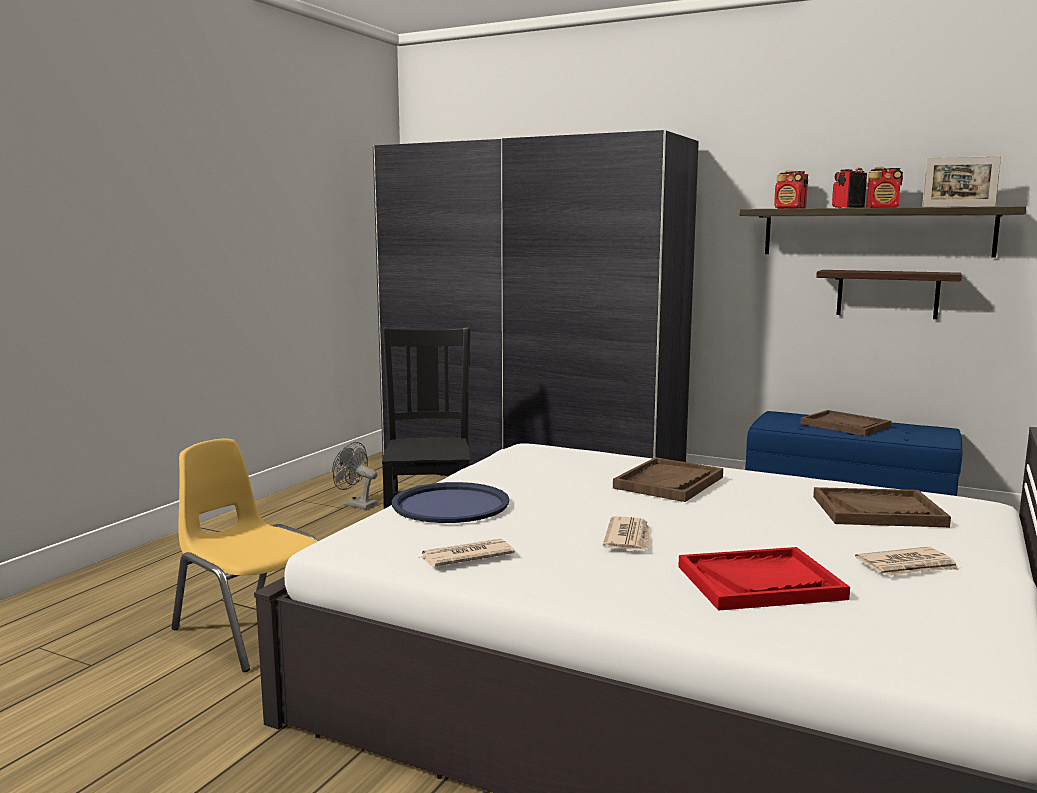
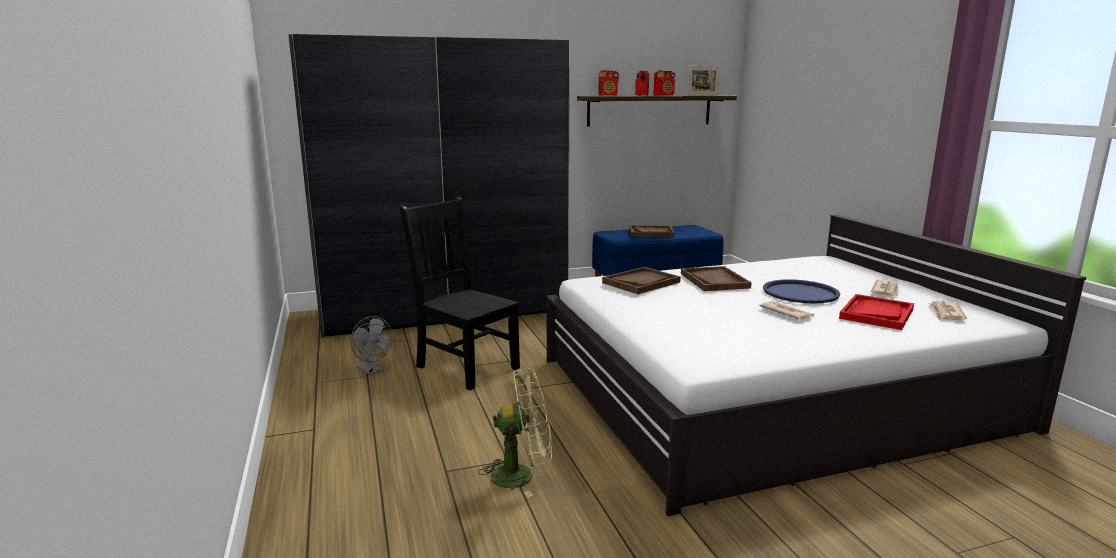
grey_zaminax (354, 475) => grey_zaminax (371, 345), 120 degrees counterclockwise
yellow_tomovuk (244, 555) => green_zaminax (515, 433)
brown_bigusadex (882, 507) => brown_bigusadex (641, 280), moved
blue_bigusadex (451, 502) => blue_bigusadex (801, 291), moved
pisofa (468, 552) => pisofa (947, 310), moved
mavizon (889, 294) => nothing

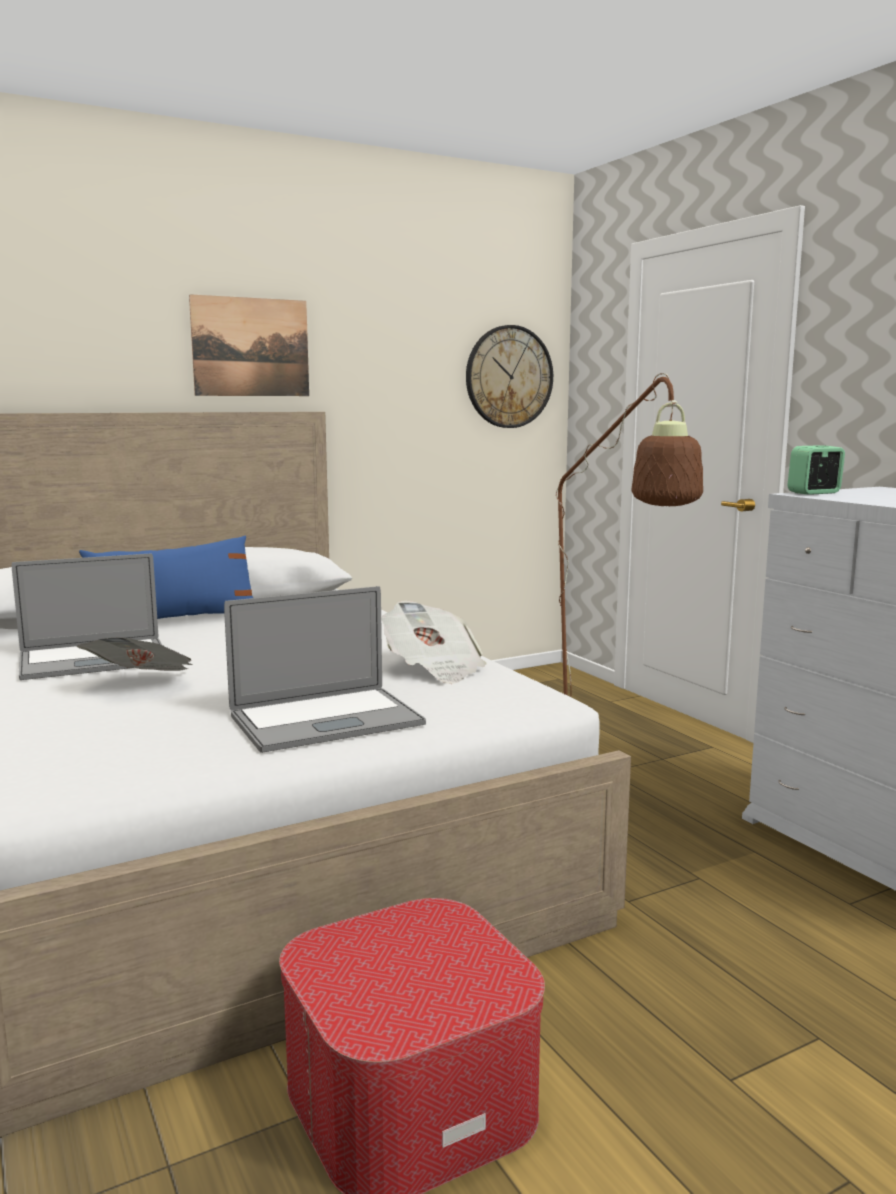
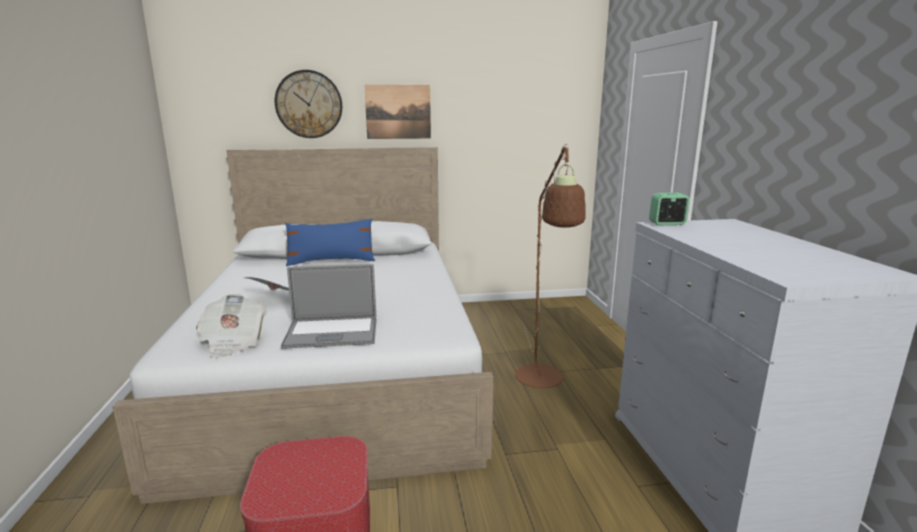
pisofa (433, 642) => pisofa (231, 326), moved
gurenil (509, 376) => gurenil (308, 104), moved
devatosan (87, 616) => nothing

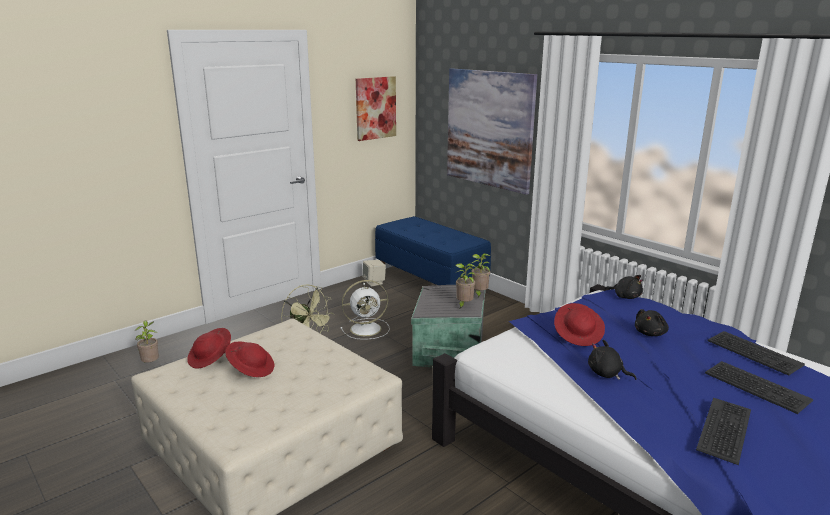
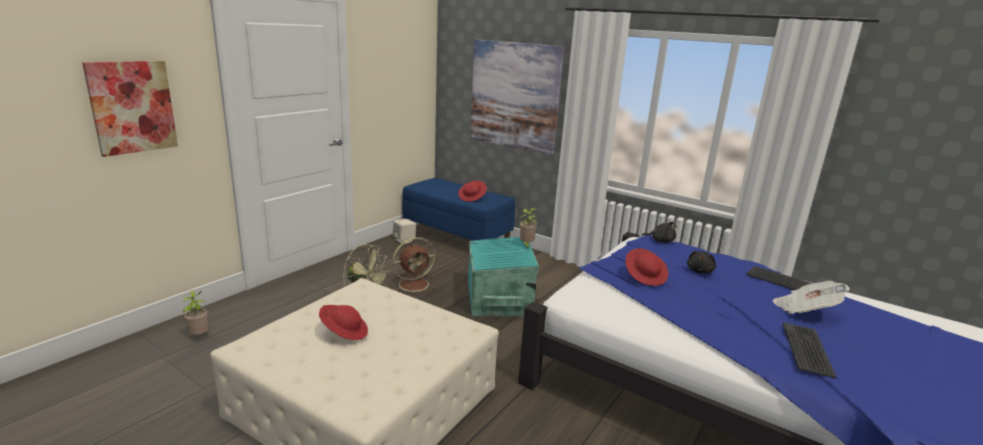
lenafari (376, 108) => lenafari (130, 109), moved
white_zaminax (365, 310) => brown_zaminax (413, 266)
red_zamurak (209, 348) => red_zamurak (472, 191), moved
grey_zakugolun (448, 326) => turquoise_zakugolun (503, 276)
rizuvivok (759, 387) => pisofa (811, 297)
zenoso (465, 285) => nothing
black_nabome (612, 359) => nothing

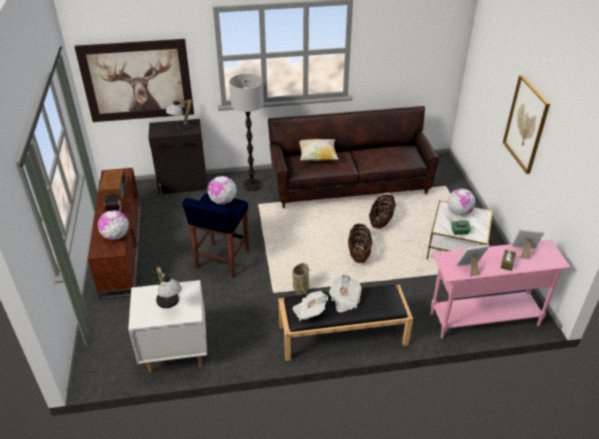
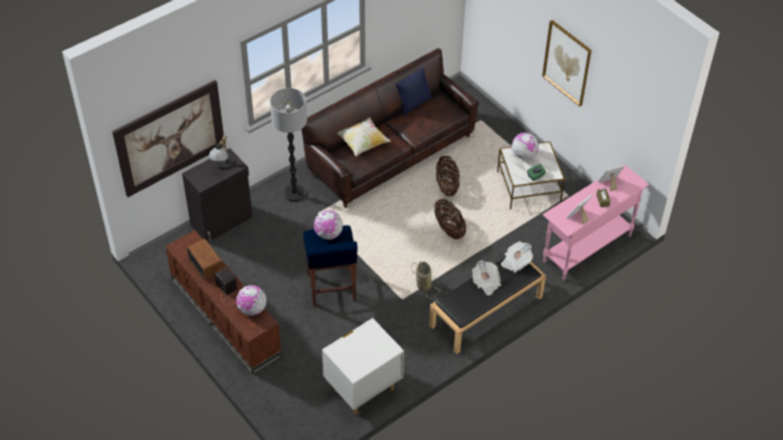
nothing => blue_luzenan (413, 91)
pisofa (310, 306) => pisofa (517, 257), moved
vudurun (169, 287) => nothing

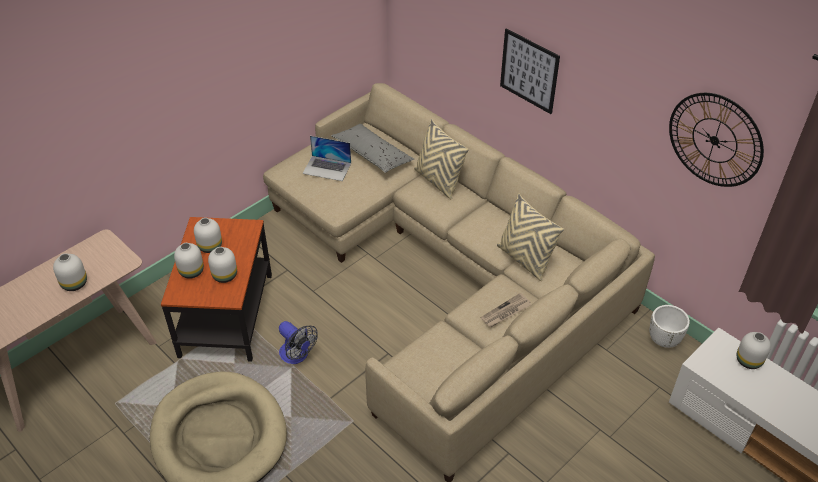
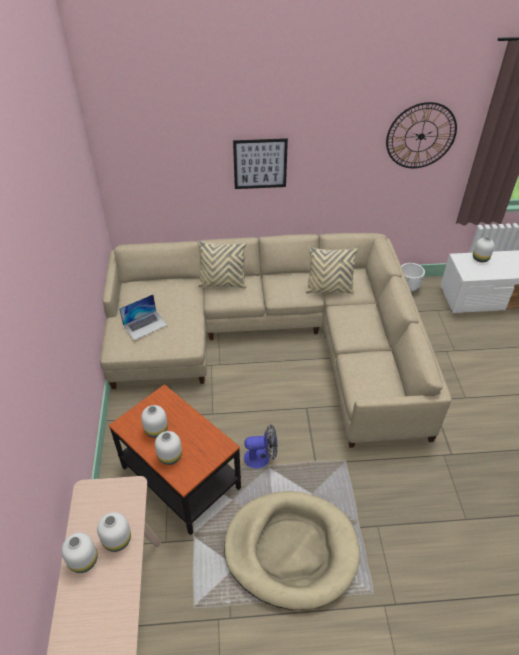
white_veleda (222, 265) => white_veleda (79, 553), moved
grey_luzenan (372, 148) => nothing
pisofa (505, 310) => nothing

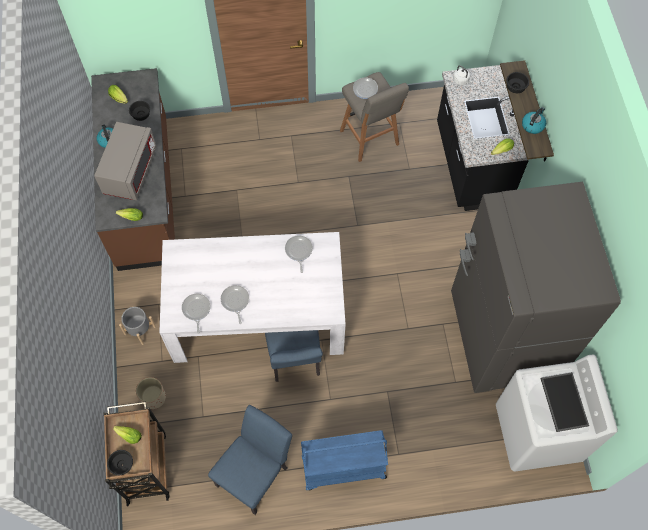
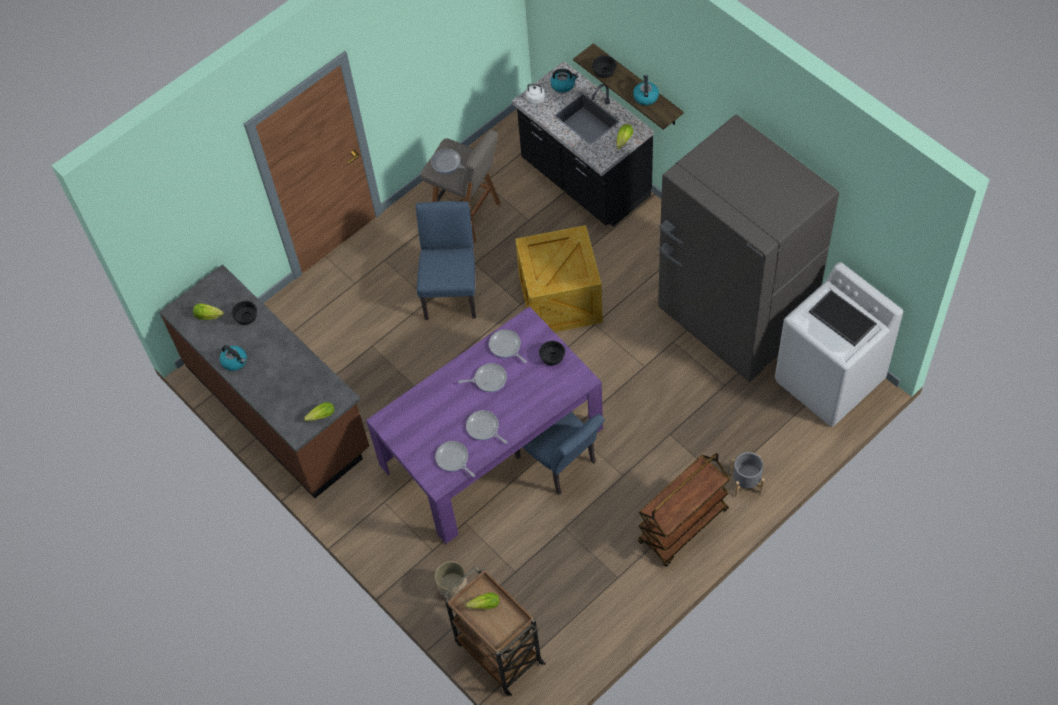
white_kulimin (252, 297) => purple_kulimin (484, 425)
blue_tomovuk (250, 460) => blue_tomovuk (446, 260), moved
nothing => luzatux (482, 377)
nothing => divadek (559, 278)
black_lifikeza (120, 463) => black_lifikeza (552, 353), moved
nothing => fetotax (564, 81)
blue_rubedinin (344, 460) => brown_rubedinin (684, 510)
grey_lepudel (137, 326) => grey_lepudel (747, 474), moved
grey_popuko (125, 161) => nothing

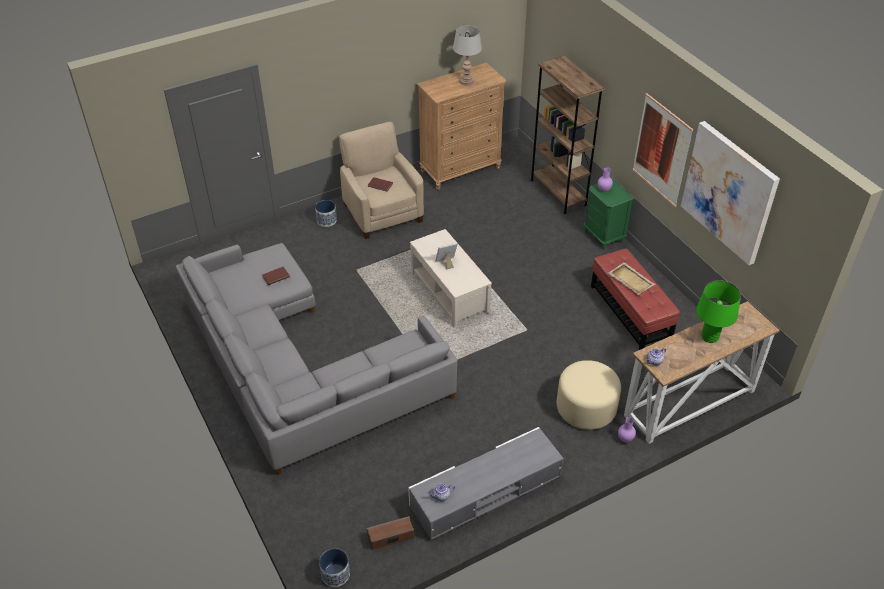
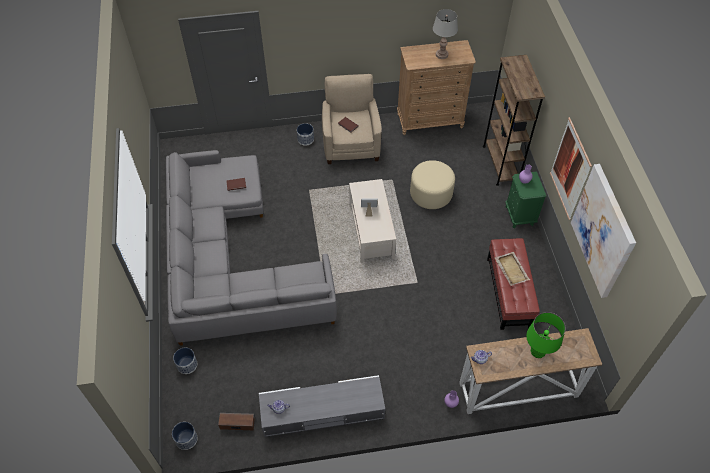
nothing => lepudel (185, 361)
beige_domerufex (589, 395) => beige_domerufex (432, 184), moved

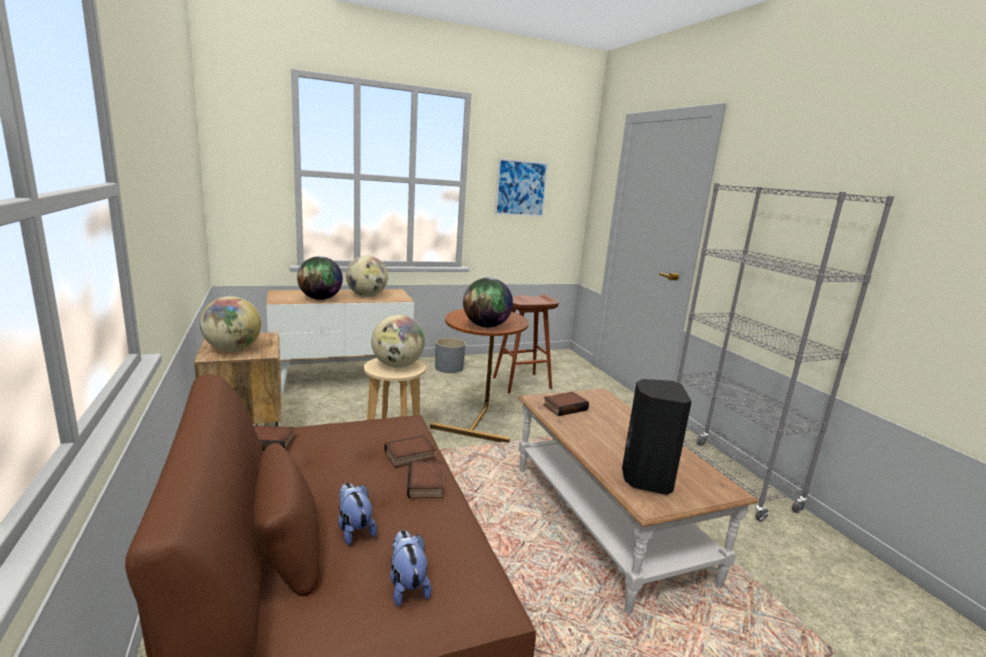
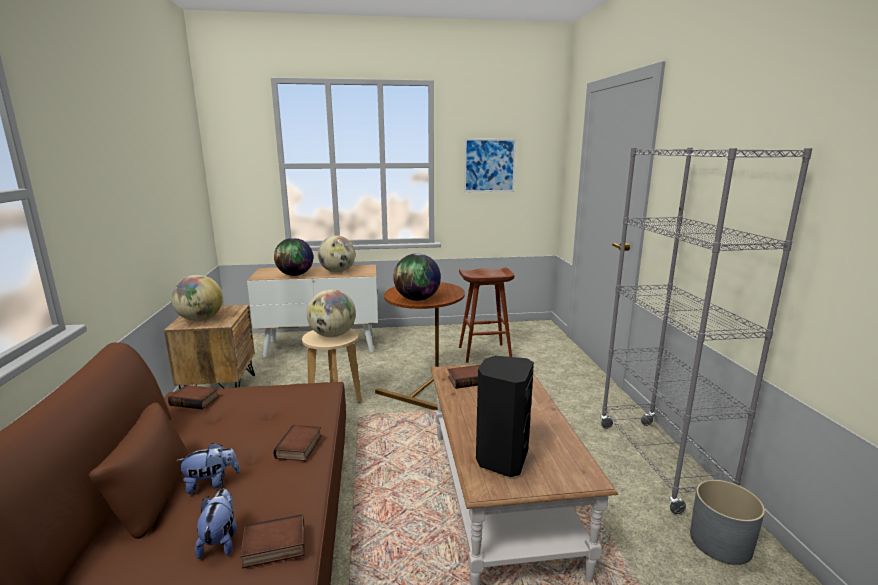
nabome (357, 513) => nabome (208, 468), 90 degrees clockwise
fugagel (410, 451) => fugagel (272, 541), moved
grey_lepudel (450, 355) => grey_lepudel (727, 522), moved

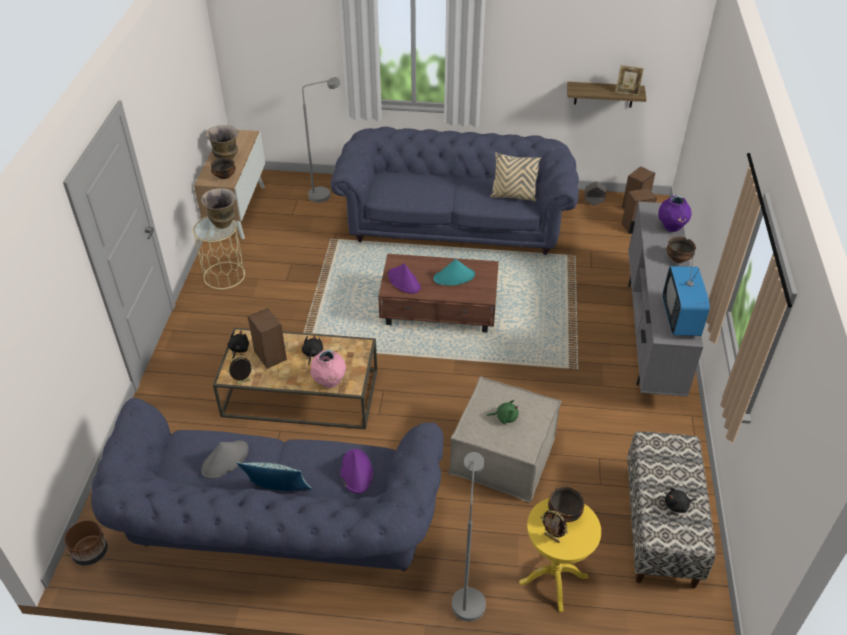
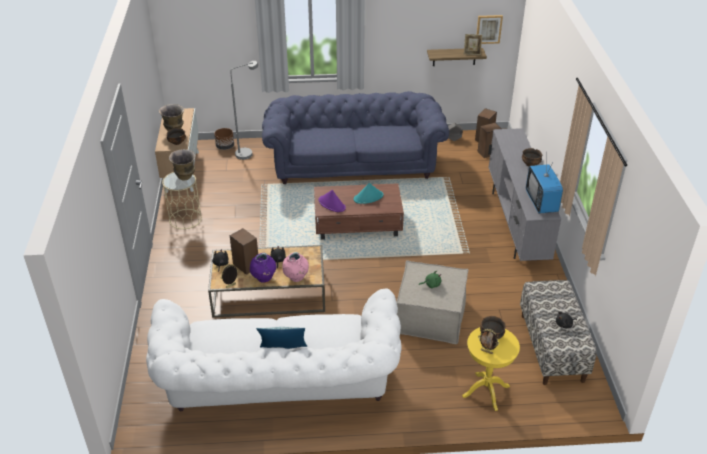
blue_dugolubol (267, 484) => white_dugolubol (273, 349)
brown_lepudel (86, 543) => brown_lepudel (224, 139), moved
purple_veleda (675, 213) => purple_veleda (263, 268), moved
nothing => lenafari (490, 29)
grey_zamurak (225, 459) => nothing
purple_zamurak (356, 471) => nothing
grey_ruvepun (469, 536) => nothing
beige_luzenan (515, 176) => nothing

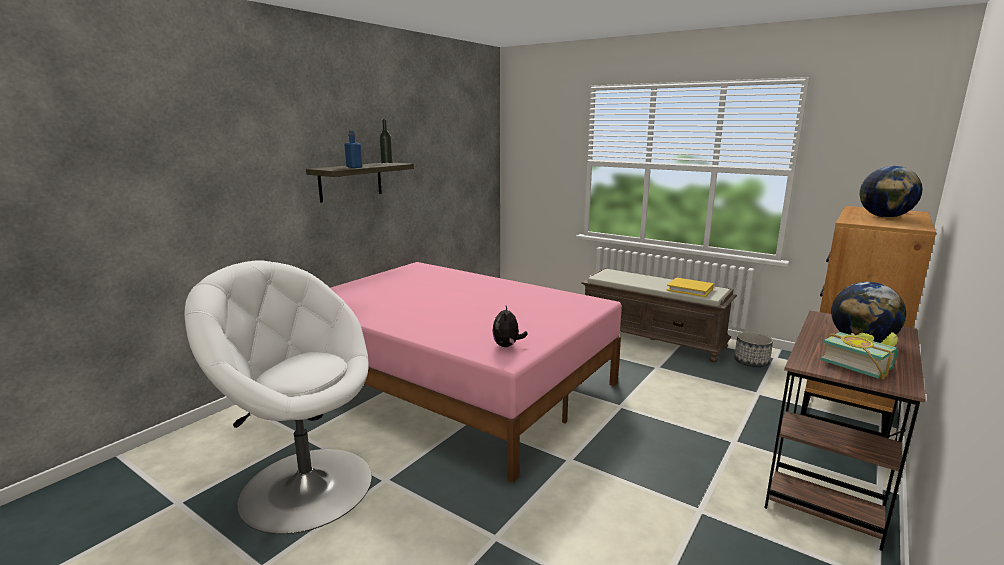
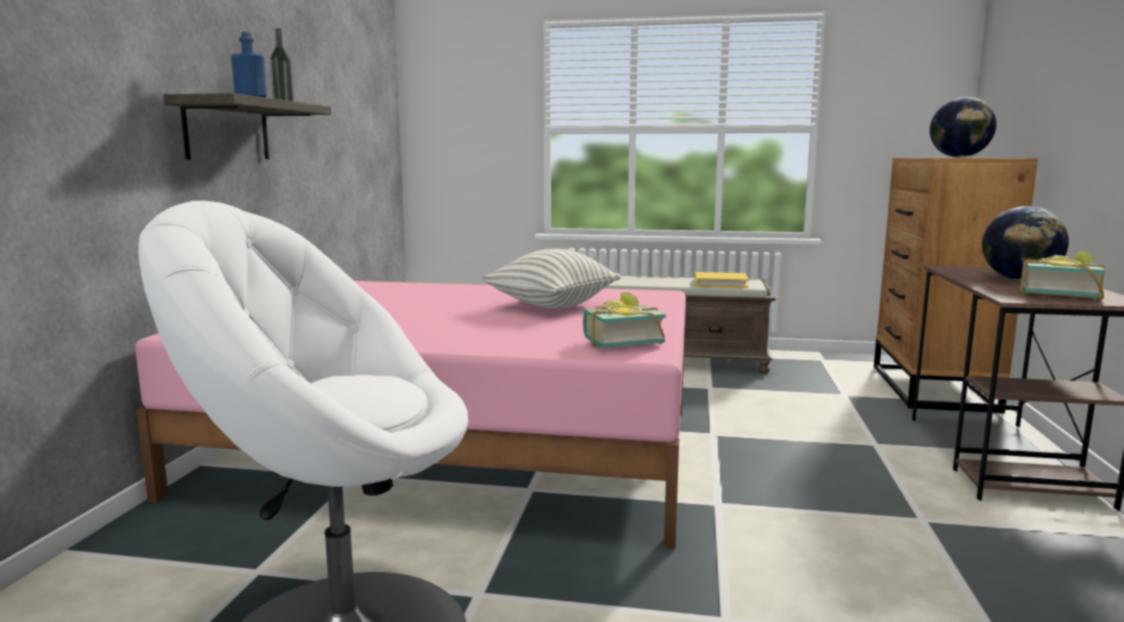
nothing => luzenan (551, 279)
nabome (510, 326) => fugagel (624, 320)
lepudel (753, 349) => nothing

